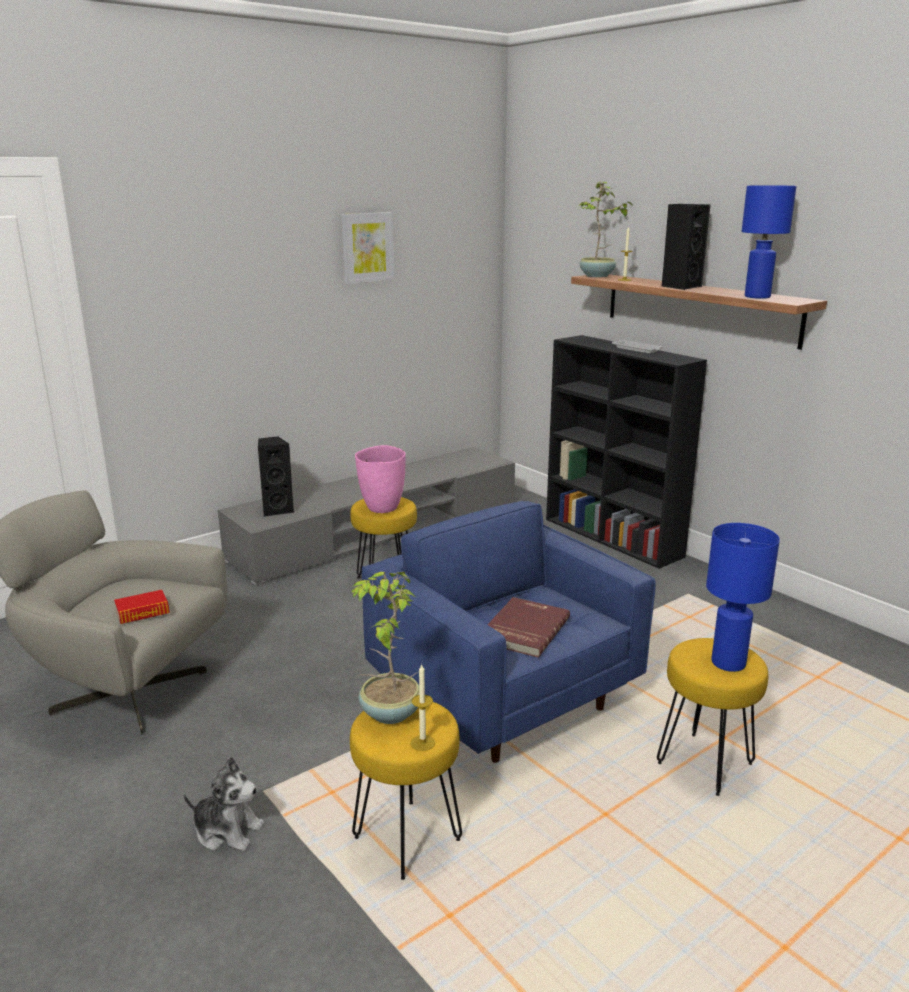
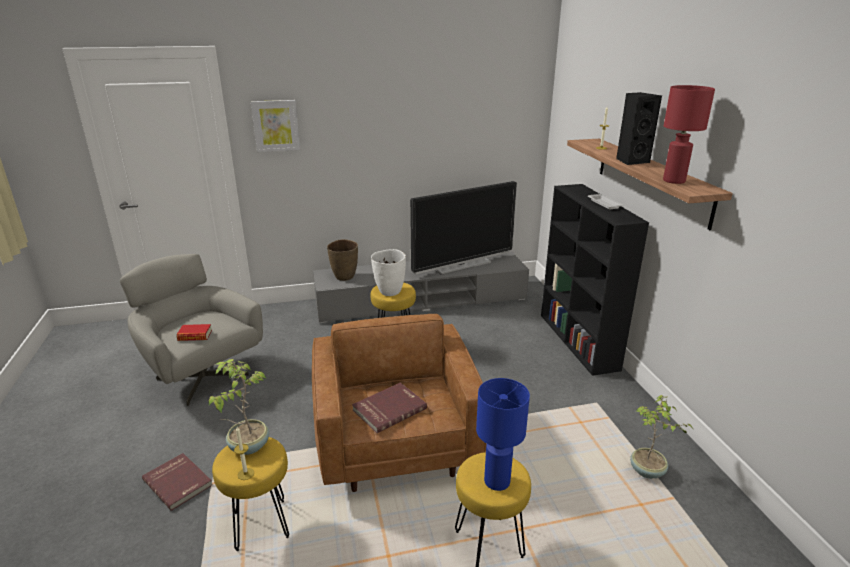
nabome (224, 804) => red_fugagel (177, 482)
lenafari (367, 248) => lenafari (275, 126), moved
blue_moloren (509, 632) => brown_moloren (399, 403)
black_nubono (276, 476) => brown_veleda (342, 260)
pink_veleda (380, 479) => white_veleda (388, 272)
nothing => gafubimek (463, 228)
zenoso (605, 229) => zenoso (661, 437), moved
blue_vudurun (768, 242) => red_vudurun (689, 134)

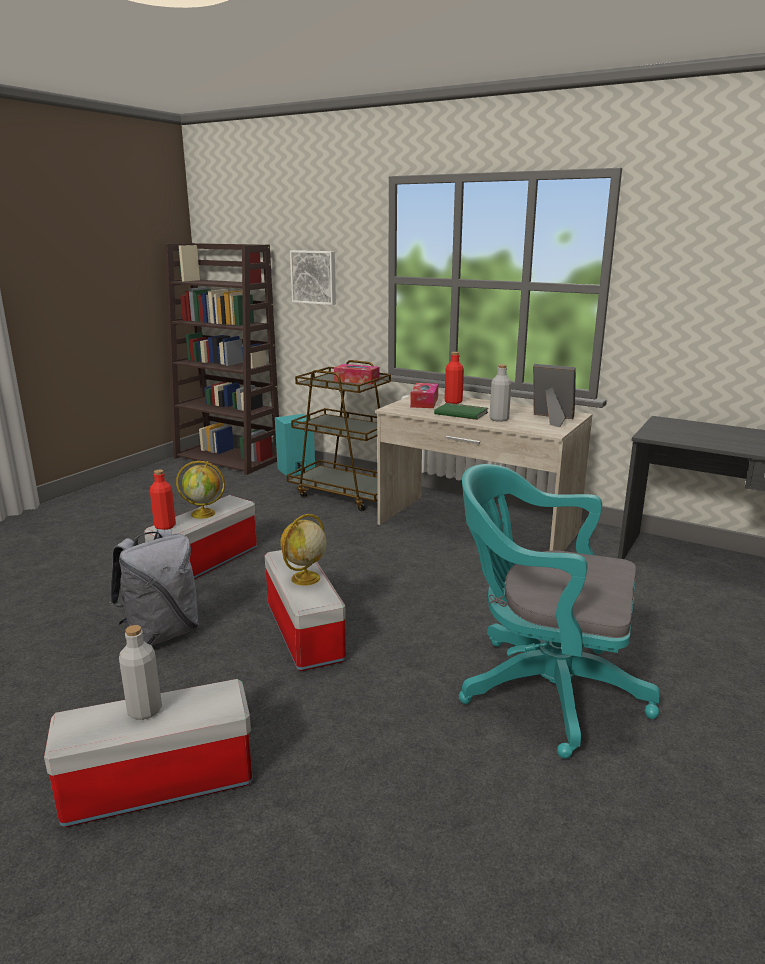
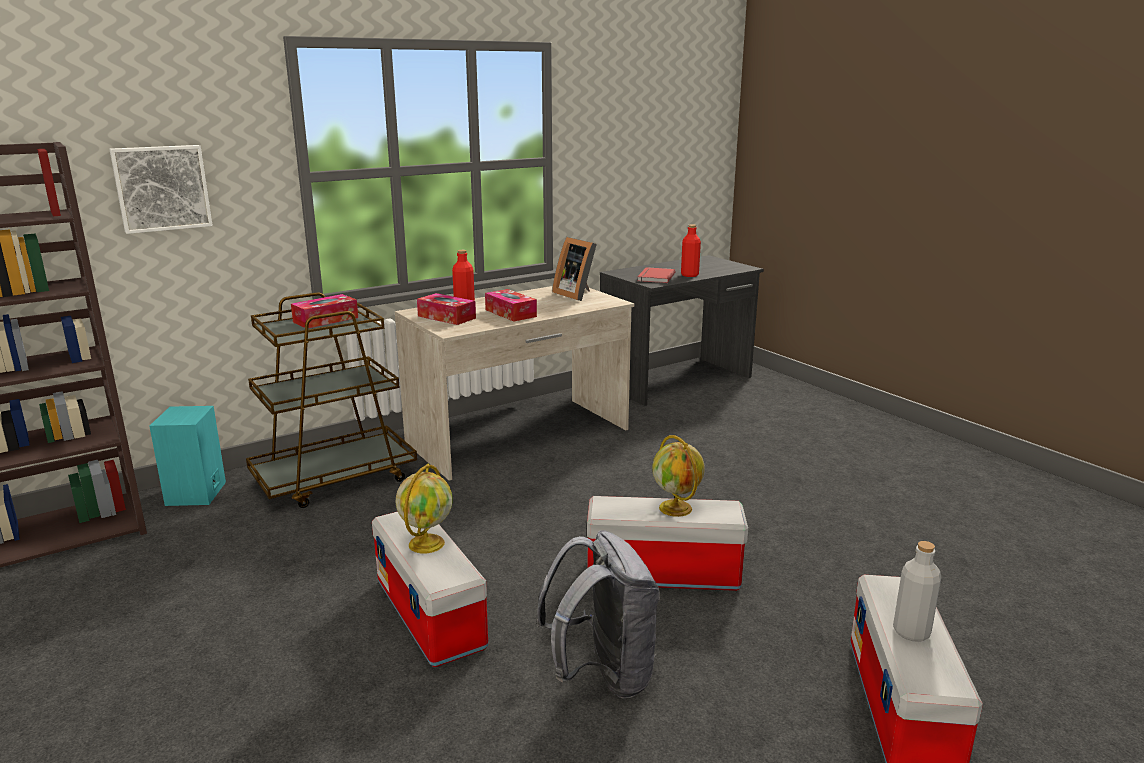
green_fugagel (461, 411) => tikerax (511, 305)
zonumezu (554, 395) => zonumezu (574, 269), 90 degrees counterclockwise
nothing => red_fugagel (656, 275)
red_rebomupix (163, 500) => red_rebomupix (691, 250), moved
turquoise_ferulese (559, 611) => nothing
grey_rebomupix (500, 393) => nothing

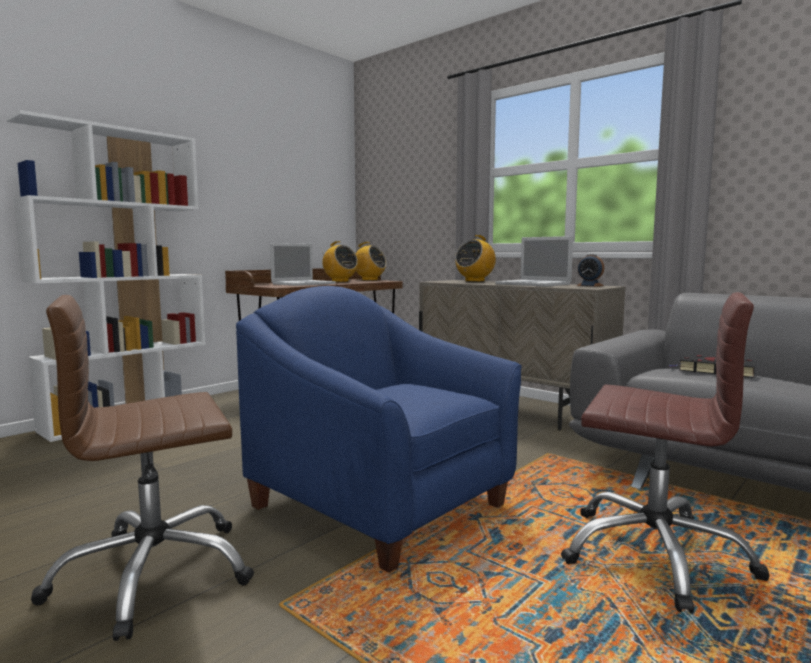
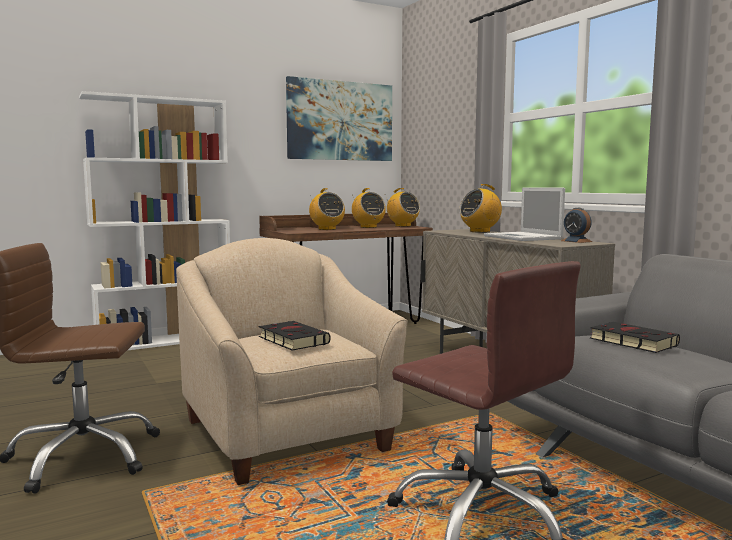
blue_moloren (379, 429) => beige_moloren (292, 361)
nothing => black_fugagel (295, 336)
nothing => lenafari (339, 118)
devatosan (303, 264) => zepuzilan (327, 209)

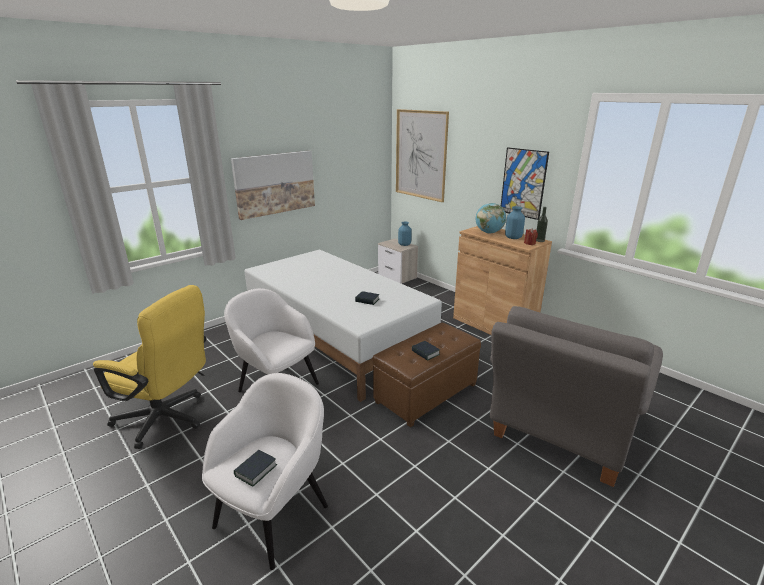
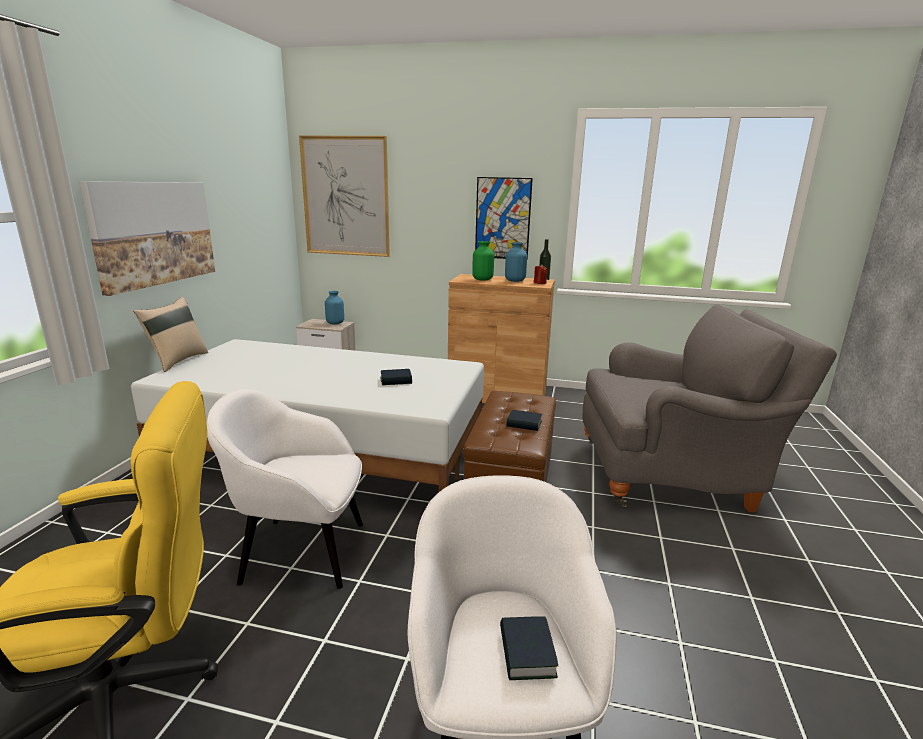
nothing => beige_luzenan (170, 334)
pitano (490, 218) => green_veleda (483, 261)
grey_moloren (576, 396) => grey_moloren (710, 408), 90 degrees counterclockwise

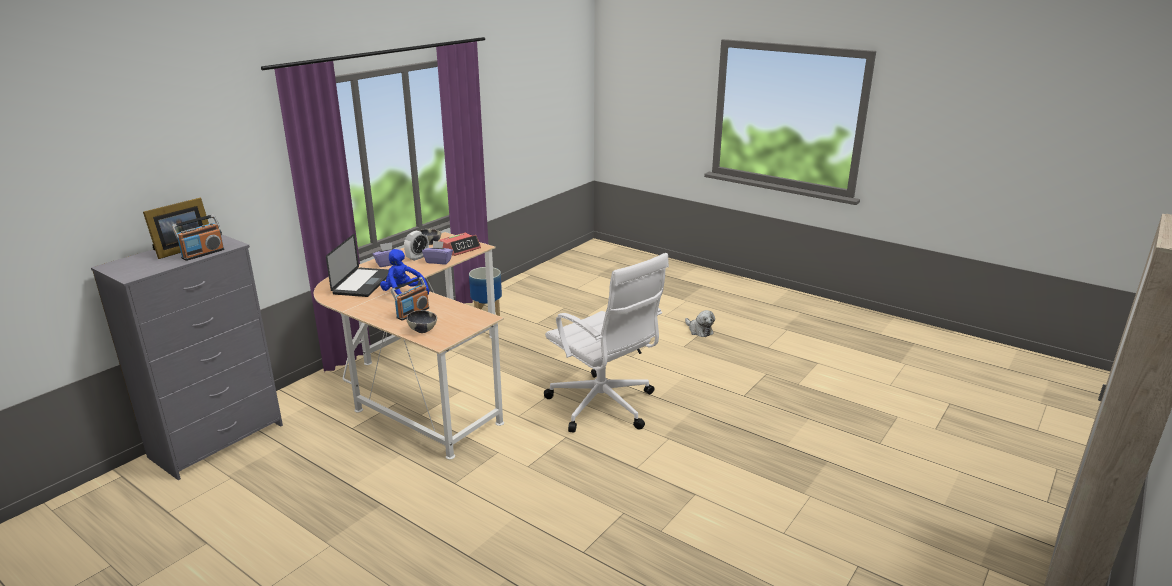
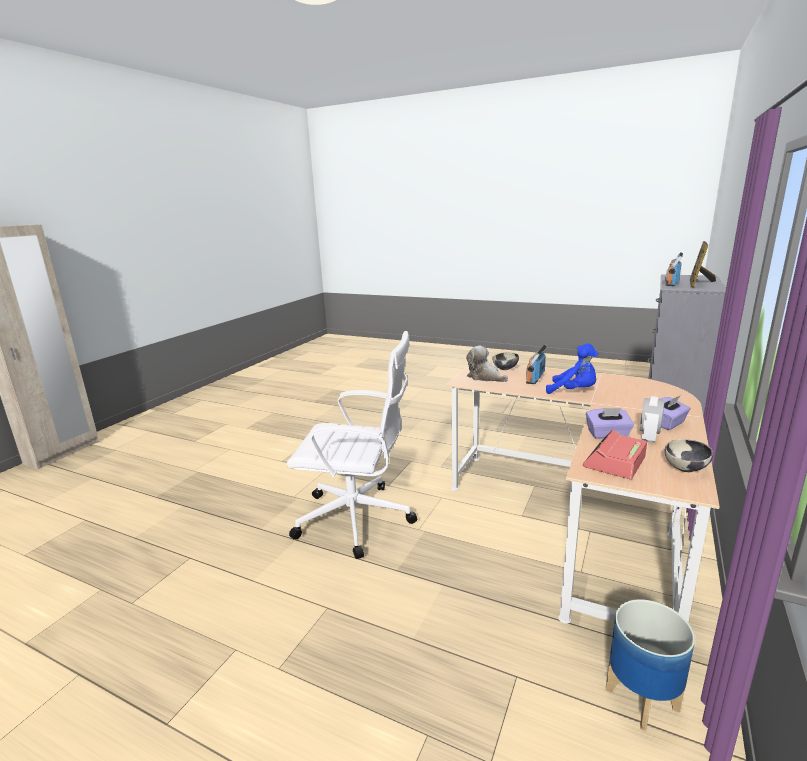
white_ferulese (606, 343) => white_ferulese (352, 445), 150 degrees clockwise
nabome (700, 323) => nabome (487, 364), moved
devatosan (357, 265) => nothing

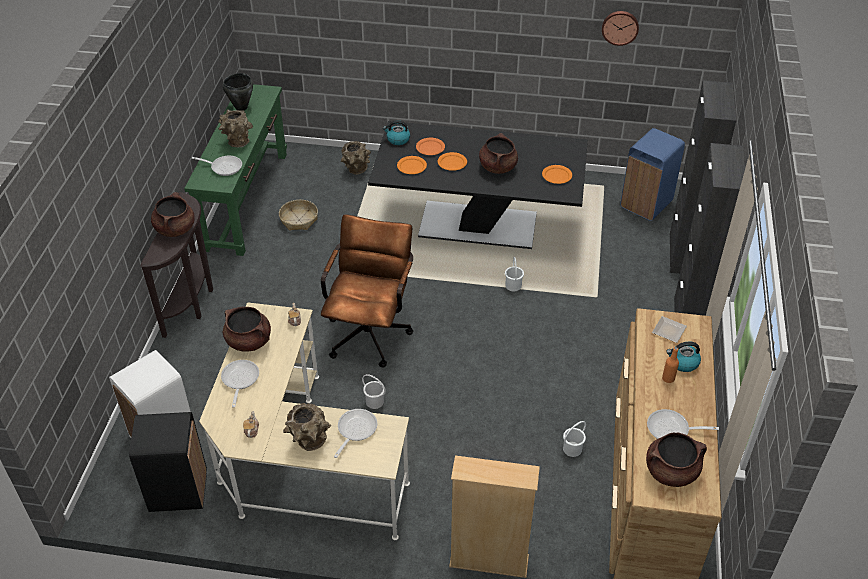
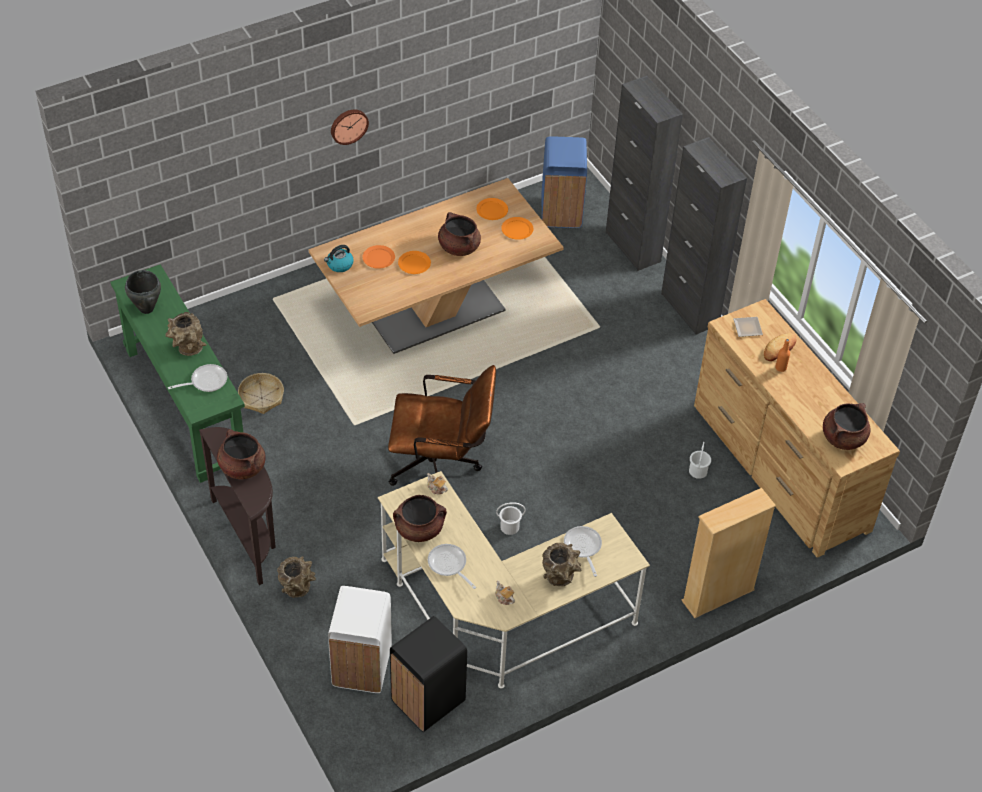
brown_veleda (356, 158) => brown_veleda (296, 577), moved
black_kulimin (478, 185) => beige_kulimin (436, 266)
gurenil (620, 28) => gurenil (350, 127), moved
brown_ferulese (367, 291) => brown_ferulese (442, 425), 120 degrees clockwise
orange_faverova (412, 165) => orange_faverova (492, 209), moved
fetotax (683, 357) => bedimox (780, 347)
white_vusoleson (514, 274) => nothing
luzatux (683, 424) => nothing

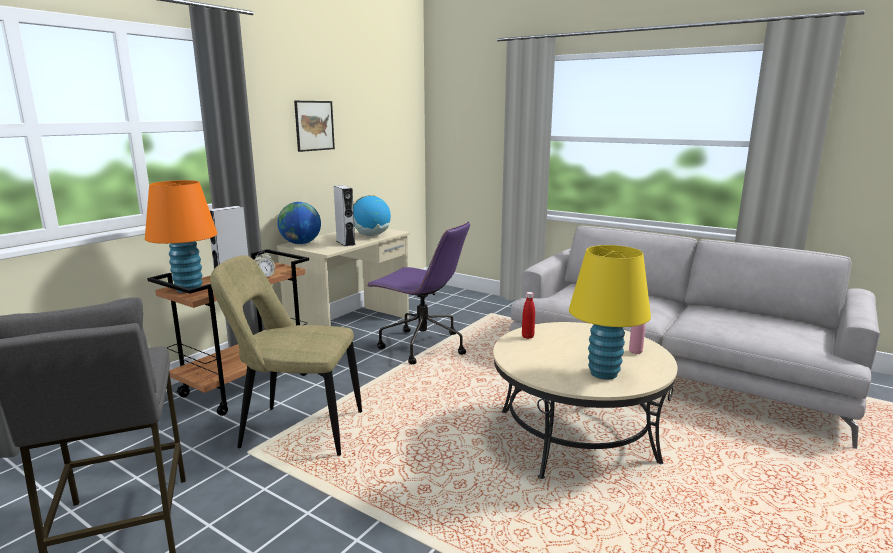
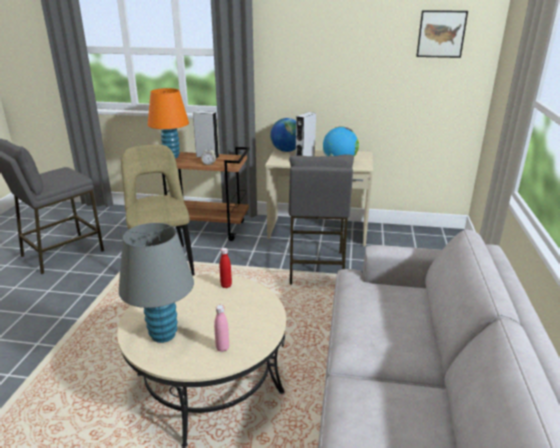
yellow_vudurun (610, 312) => grey_vudurun (156, 283)
purple_ferulese (418, 292) => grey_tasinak (321, 219)
lenafari (314, 126) => lenafari (442, 34), moved

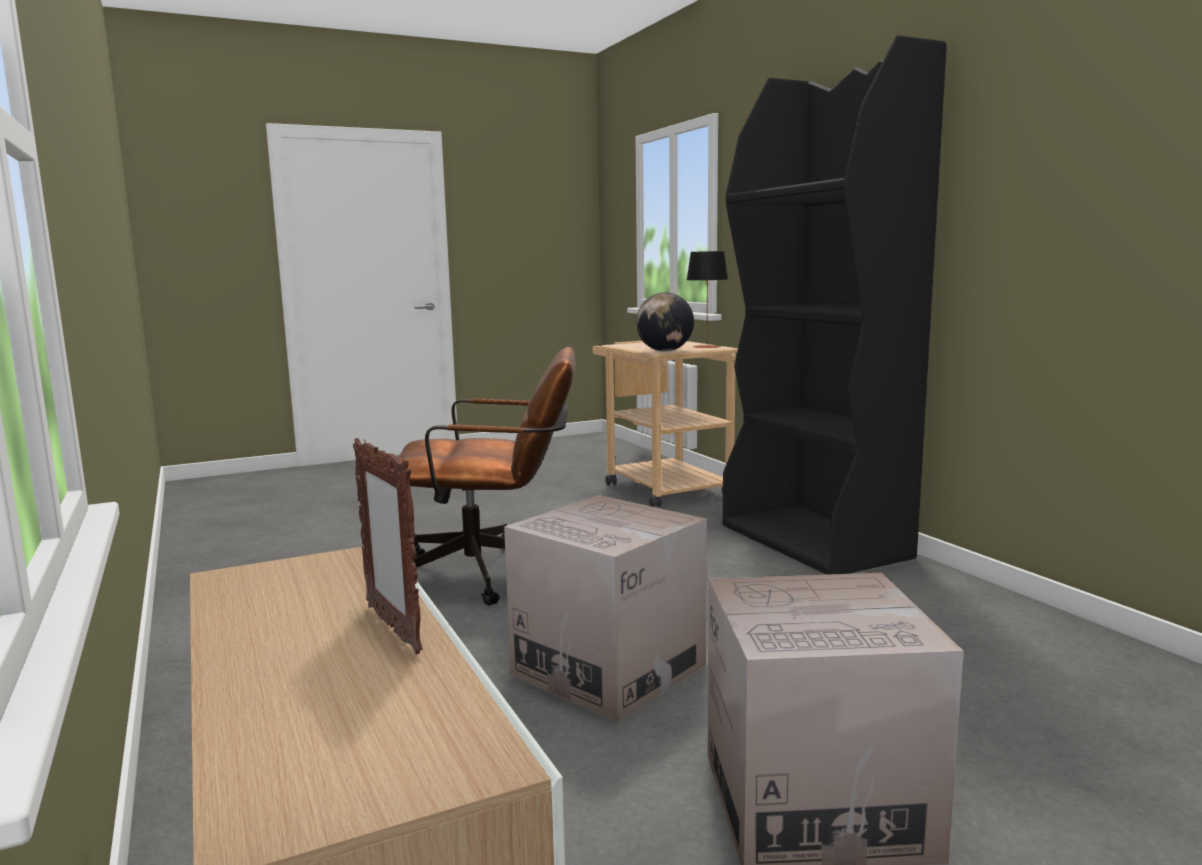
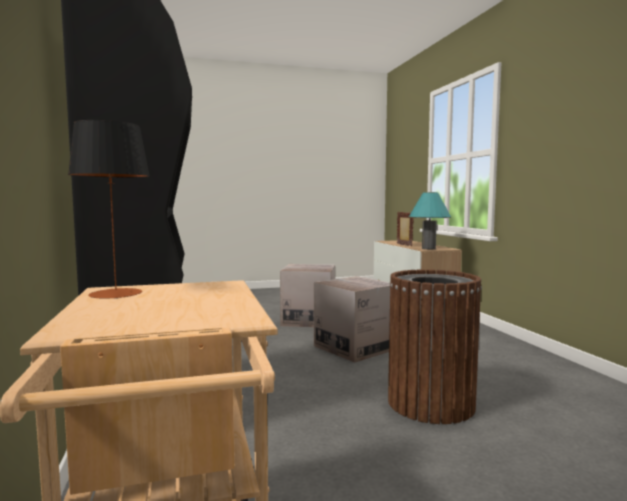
brown_ferulese (486, 476) => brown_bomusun (435, 346)
nothing => turquoise_vudurun (430, 220)
pitano (665, 321) => nothing

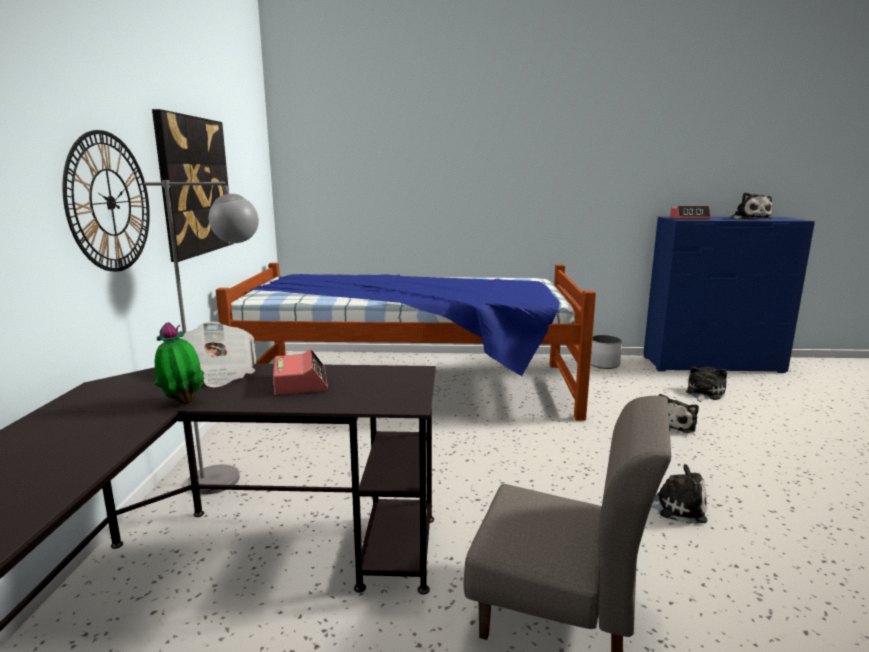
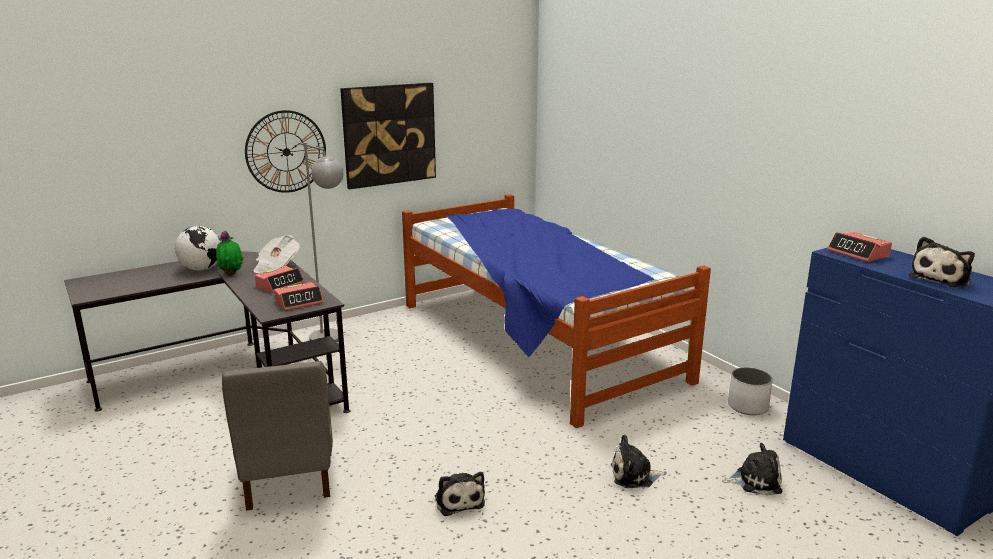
nothing => pitano (198, 248)
nothing => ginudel (298, 296)

